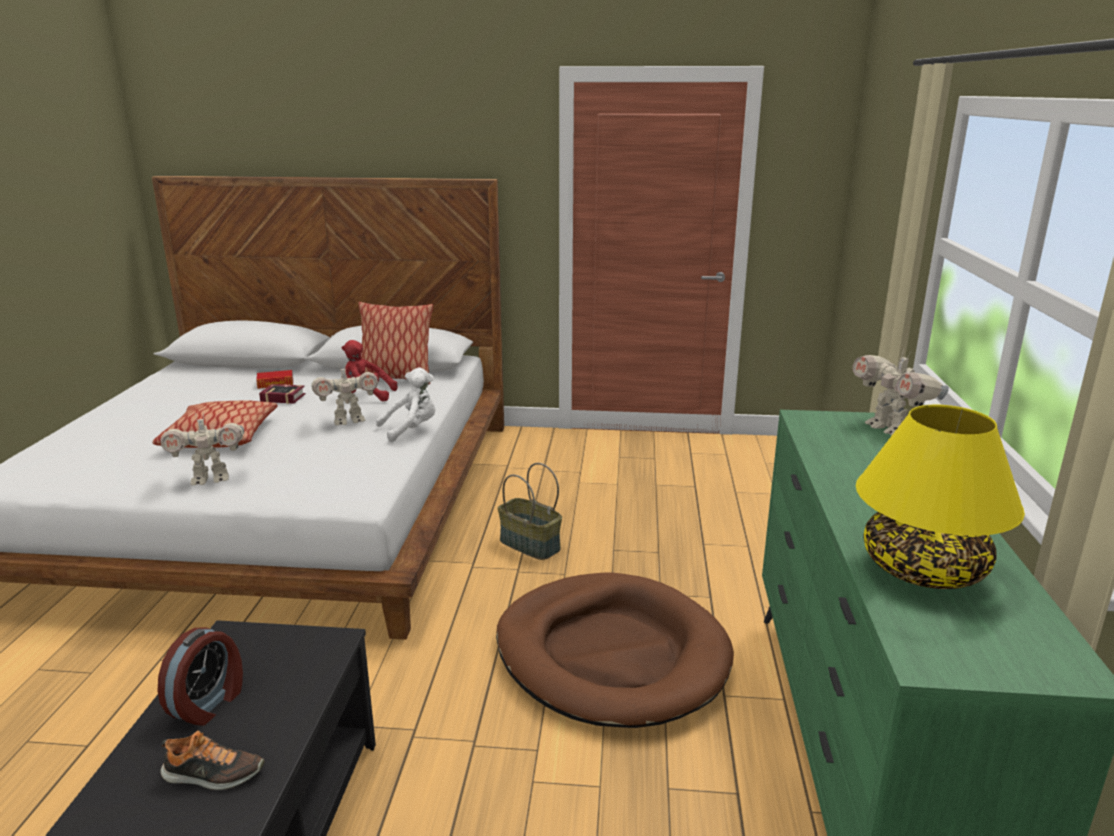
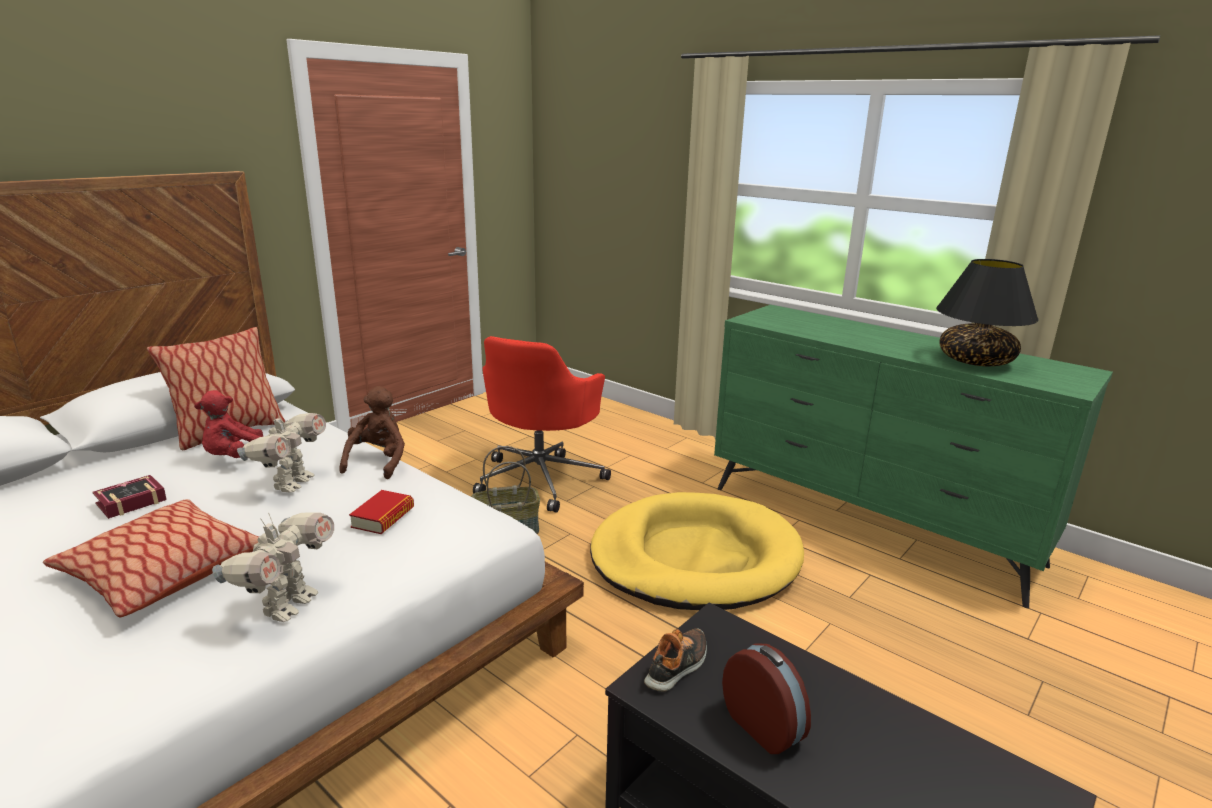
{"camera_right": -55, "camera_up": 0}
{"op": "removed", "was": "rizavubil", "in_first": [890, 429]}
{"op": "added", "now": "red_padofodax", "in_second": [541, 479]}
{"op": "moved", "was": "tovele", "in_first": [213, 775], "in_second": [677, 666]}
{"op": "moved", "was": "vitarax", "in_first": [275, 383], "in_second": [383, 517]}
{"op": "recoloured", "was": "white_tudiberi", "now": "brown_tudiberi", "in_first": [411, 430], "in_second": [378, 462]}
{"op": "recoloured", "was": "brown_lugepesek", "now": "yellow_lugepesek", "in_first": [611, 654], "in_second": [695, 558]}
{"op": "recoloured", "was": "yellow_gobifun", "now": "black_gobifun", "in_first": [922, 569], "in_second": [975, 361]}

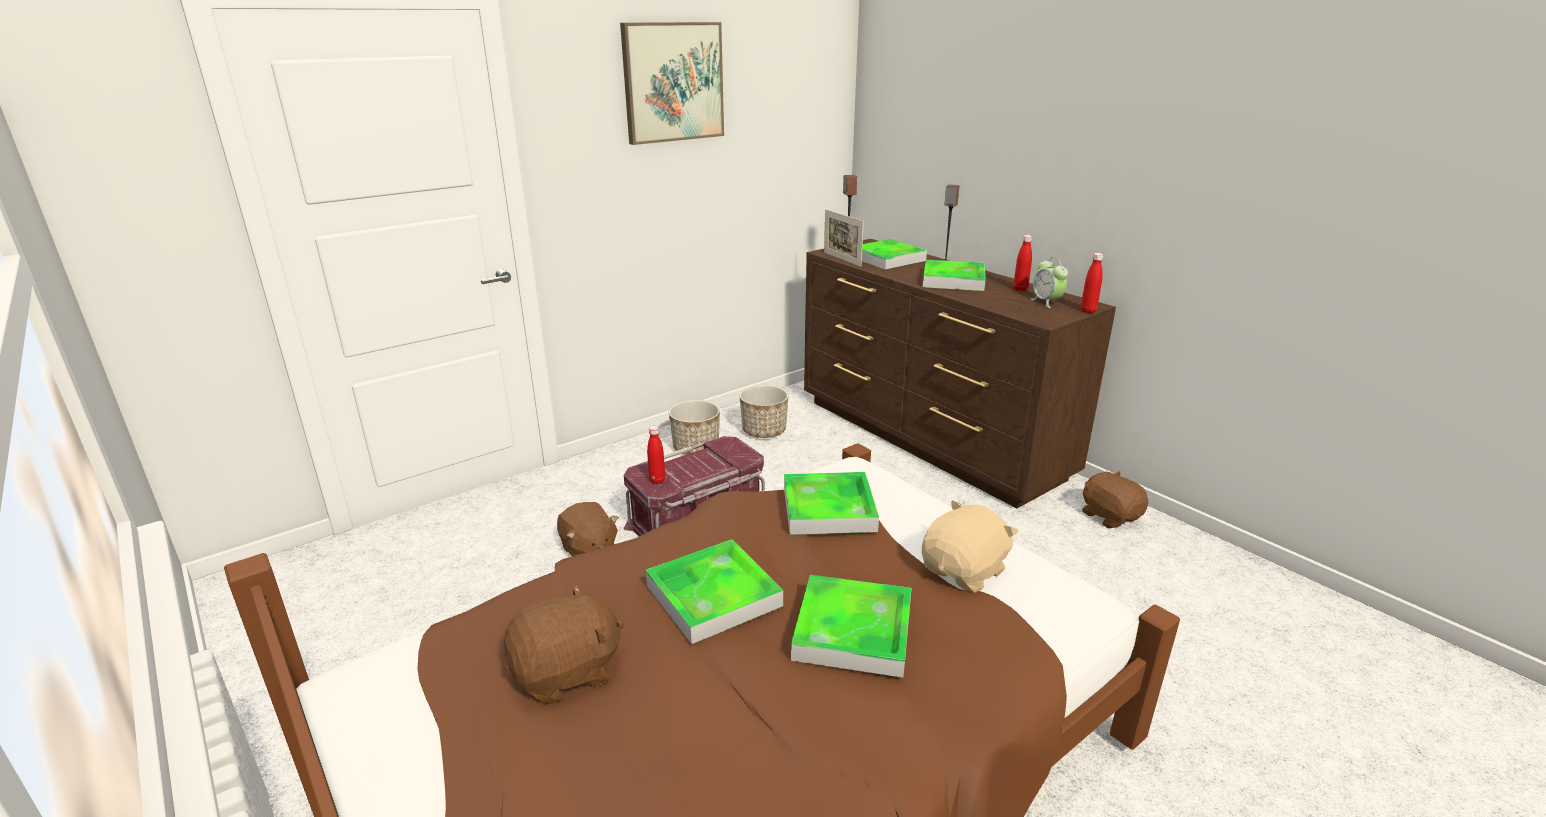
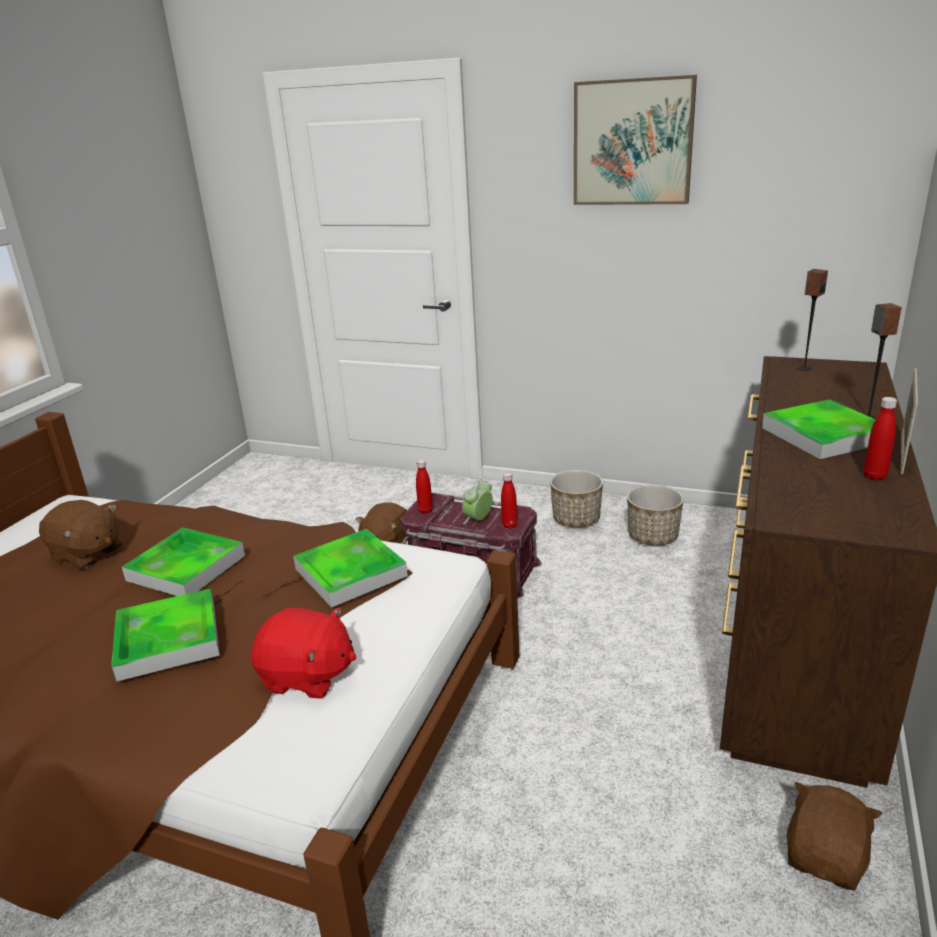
{"camera_right": 60, "camera_up": 0}
{"op": "removed", "was": "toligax", "in_first": [887, 258]}
{"op": "moved", "was": "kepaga", "in_first": [842, 259], "in_second": [902, 453]}
{"op": "moved", "was": "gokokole", "in_first": [1046, 302], "in_second": [478, 520]}
{"op": "moved", "was": "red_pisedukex", "in_first": [1088, 311], "in_second": [509, 525]}
{"op": "recoloured", "was": "beige_tudiberi", "now": "red_tudiberi", "in_first": [965, 571], "in_second": [307, 676]}

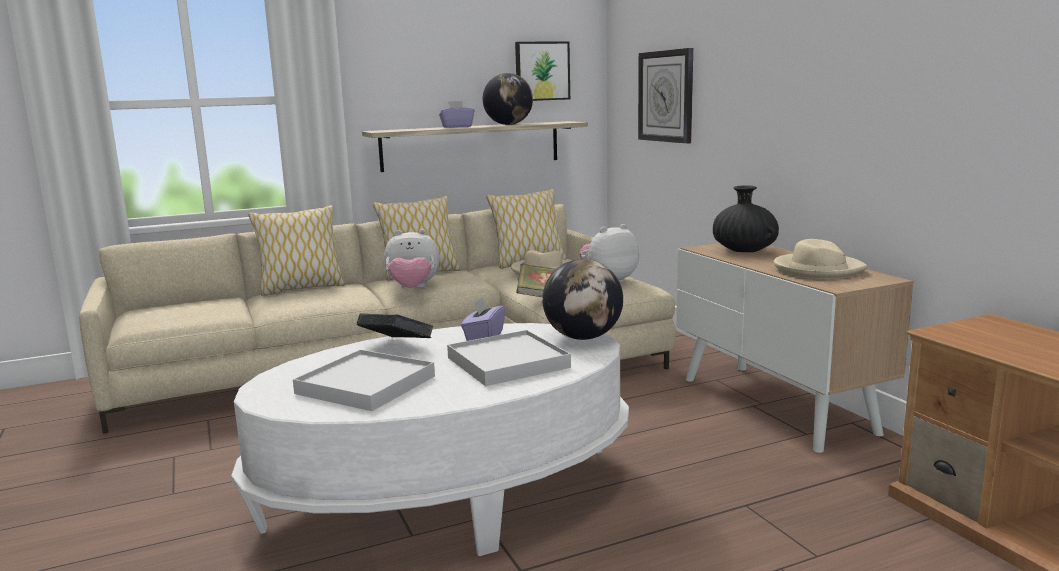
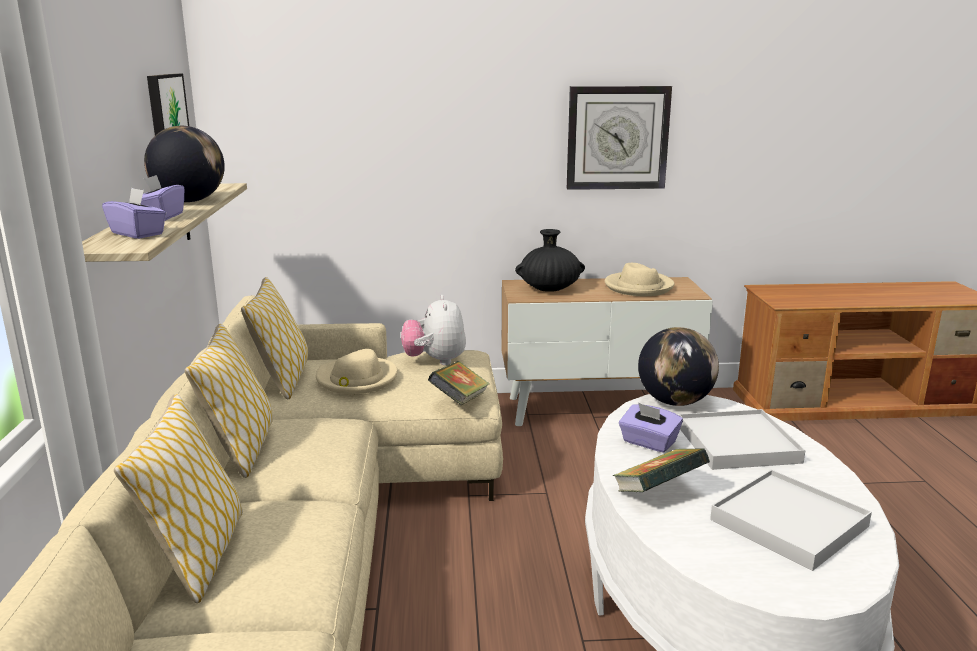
{"camera_right": -70, "camera_up": 5}
{"op": "removed", "was": "tudiberi", "in_first": [413, 289]}
{"op": "added", "now": "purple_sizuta", "in_second": [138, 234]}
{"op": "moved", "was": "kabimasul", "in_first": [666, 96], "in_second": [617, 138]}

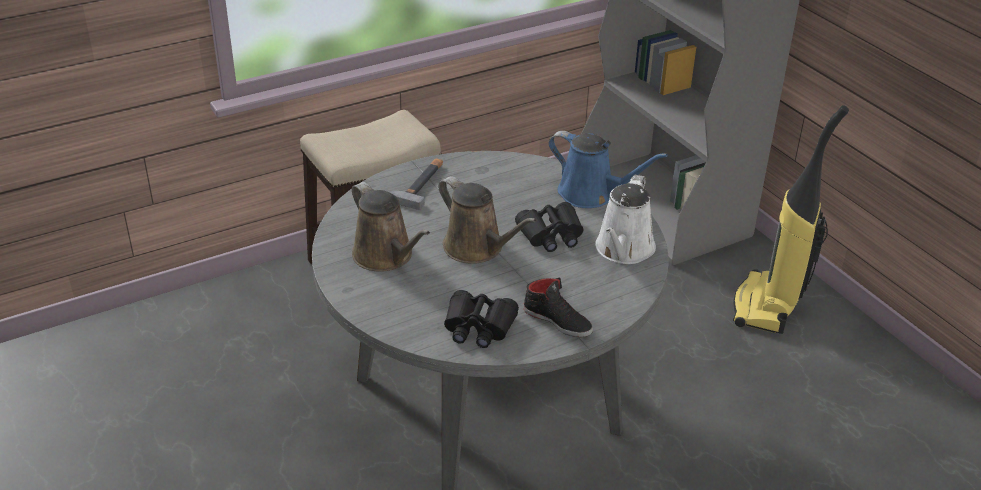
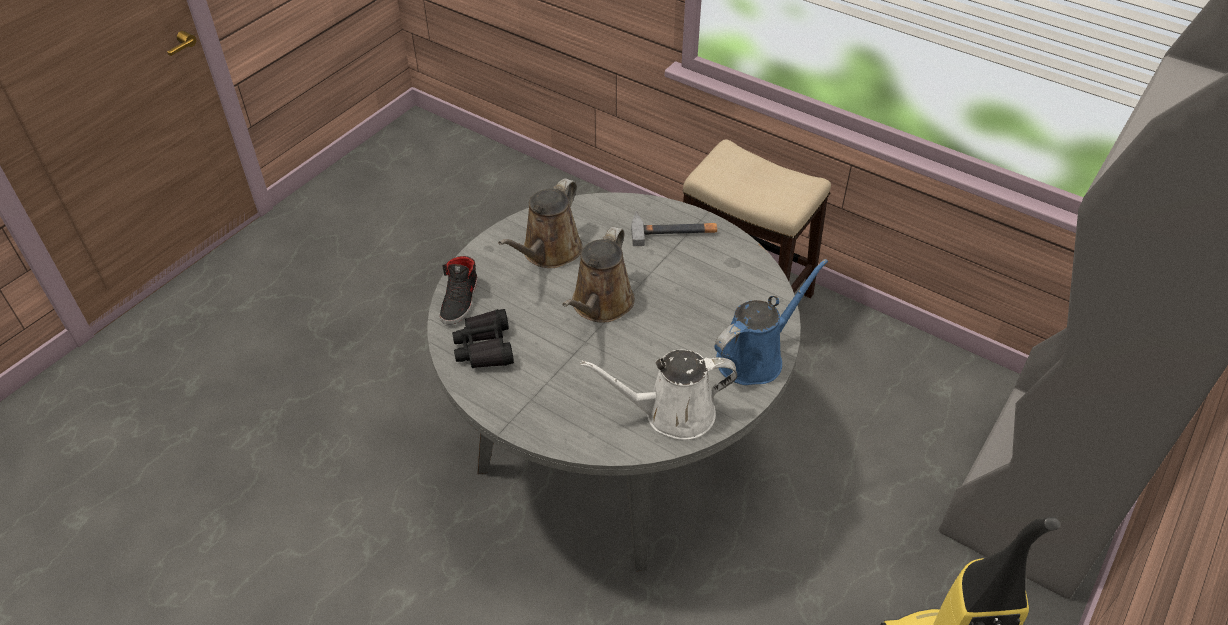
{"camera_right": 65, "camera_up": 10}
{"op": "removed", "was": "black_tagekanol", "in_first": [551, 235]}
{"op": "moved", "was": "black_tovele", "in_first": [558, 320], "in_second": [460, 300]}
{"op": "turned", "was": "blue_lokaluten", "in_first": [591, 194], "in_second": [755, 357], "clockwise": -135}

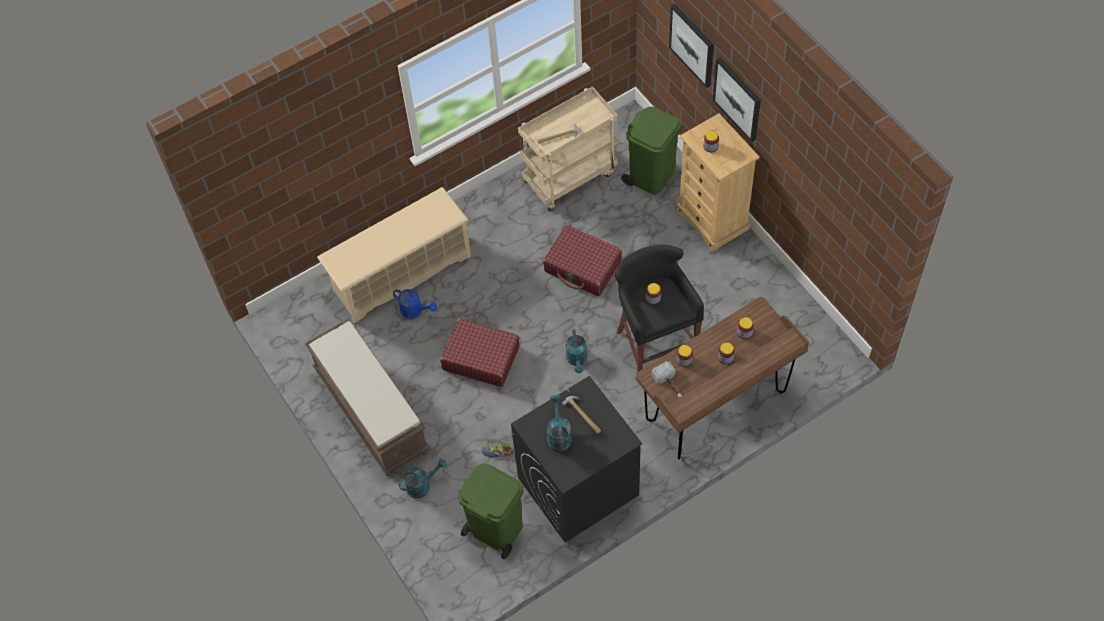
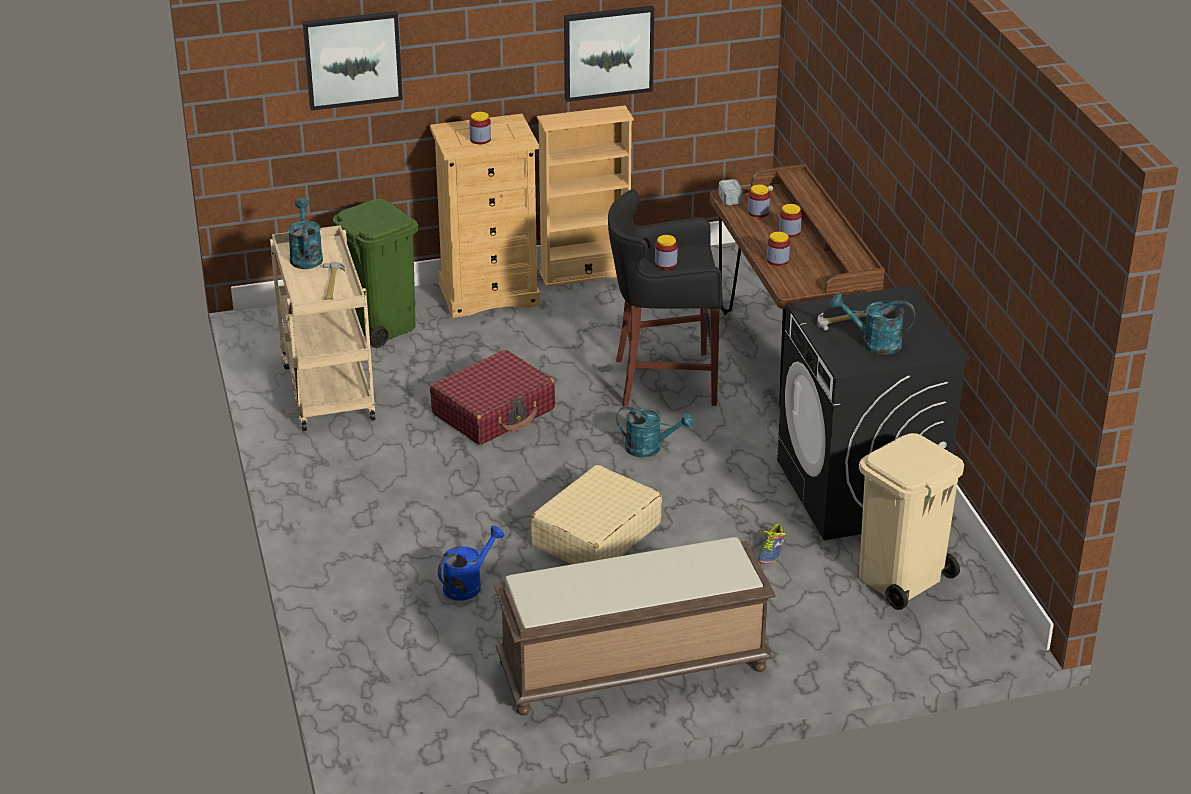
{"camera_right": -75, "camera_up": -25}
{"op": "removed", "was": "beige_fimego", "in_first": [401, 273]}
{"op": "added", "now": "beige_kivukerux", "in_second": [585, 273]}
{"op": "moved", "was": "turquoise_lokaluten", "in_first": [422, 485], "in_second": [305, 256]}
{"op": "moved", "was": "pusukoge", "in_first": [669, 384], "in_second": [746, 198]}
{"op": "moved", "was": "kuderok", "in_first": [738, 99], "in_second": [608, 52]}
{"op": "recoloured", "was": "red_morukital", "now": "beige_morukital", "in_first": [481, 358], "in_second": [595, 535]}
{"op": "recoloured", "was": "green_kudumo", "now": "beige_kudumo", "in_first": [495, 529], "in_second": [900, 578]}

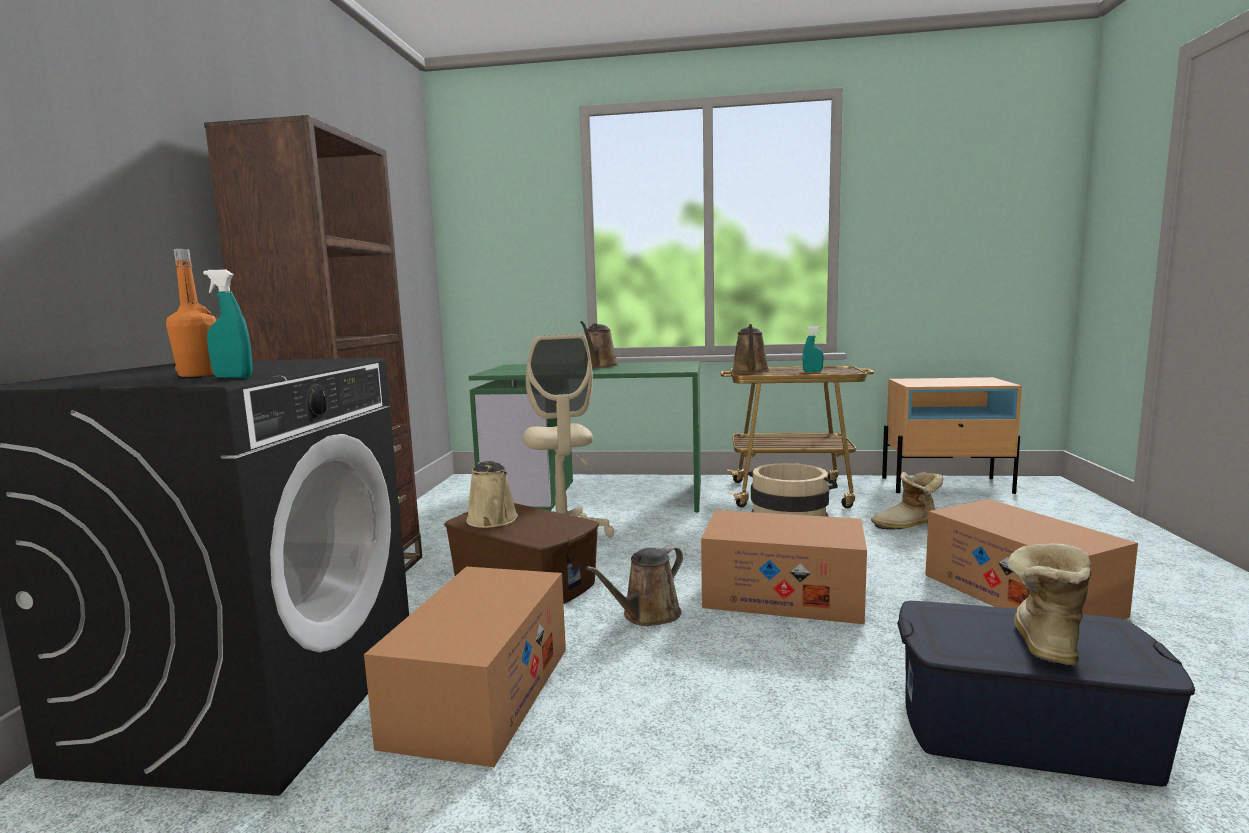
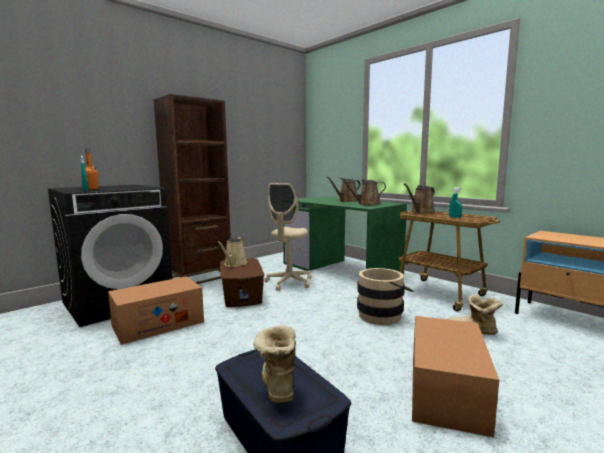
{"camera_right": 40, "camera_up": 0}
{"op": "removed", "was": "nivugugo", "in_first": [782, 595]}
{"op": "moved", "was": "brown_lokaluten", "in_first": [647, 615], "in_second": [366, 204]}
{"op": "turned", "was": "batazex", "in_first": [1043, 642], "in_second": [277, 386], "clockwise": -75}

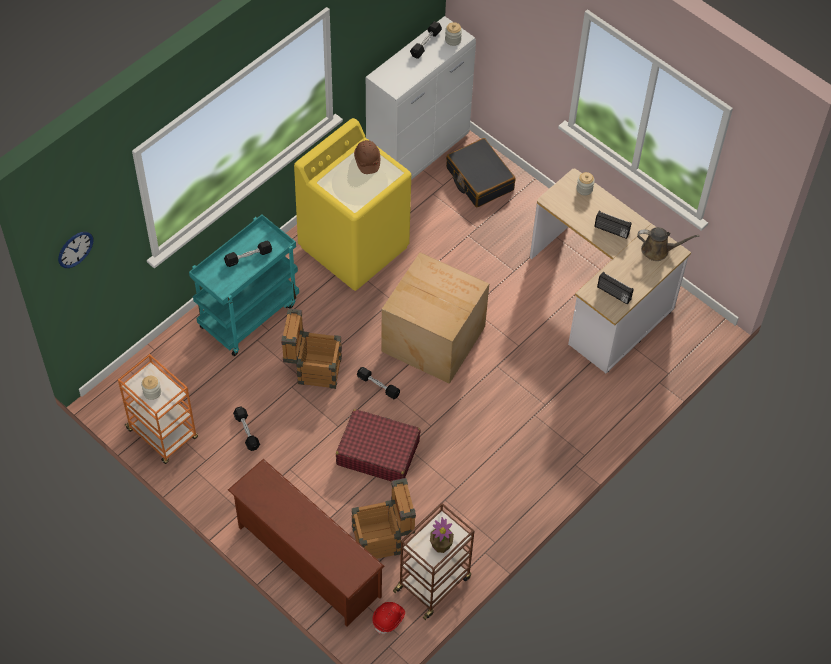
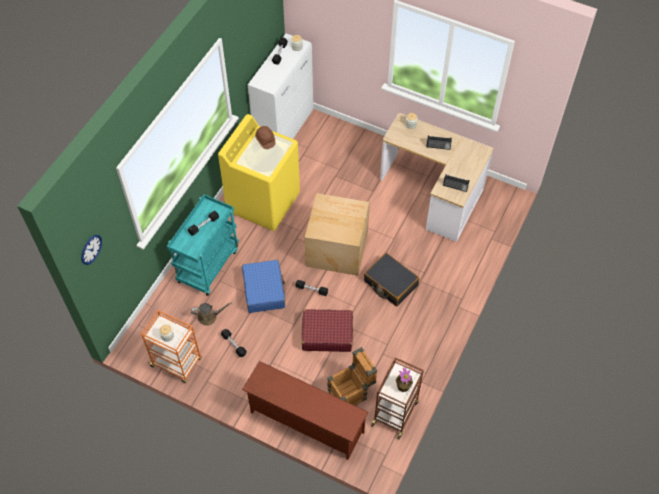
{"camera_right": -15, "camera_up": 0}
{"op": "removed", "was": "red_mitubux", "in_first": [388, 619]}
{"op": "moved", "was": "black_morukital", "in_first": [479, 179], "in_second": [390, 283]}
{"op": "moved", "was": "brown_lokaluten", "in_first": [658, 250], "in_second": [209, 317]}
{"op": "replaced", "was": "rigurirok", "now": "blue_morukital", "in_first": [313, 369], "in_second": [264, 290]}

